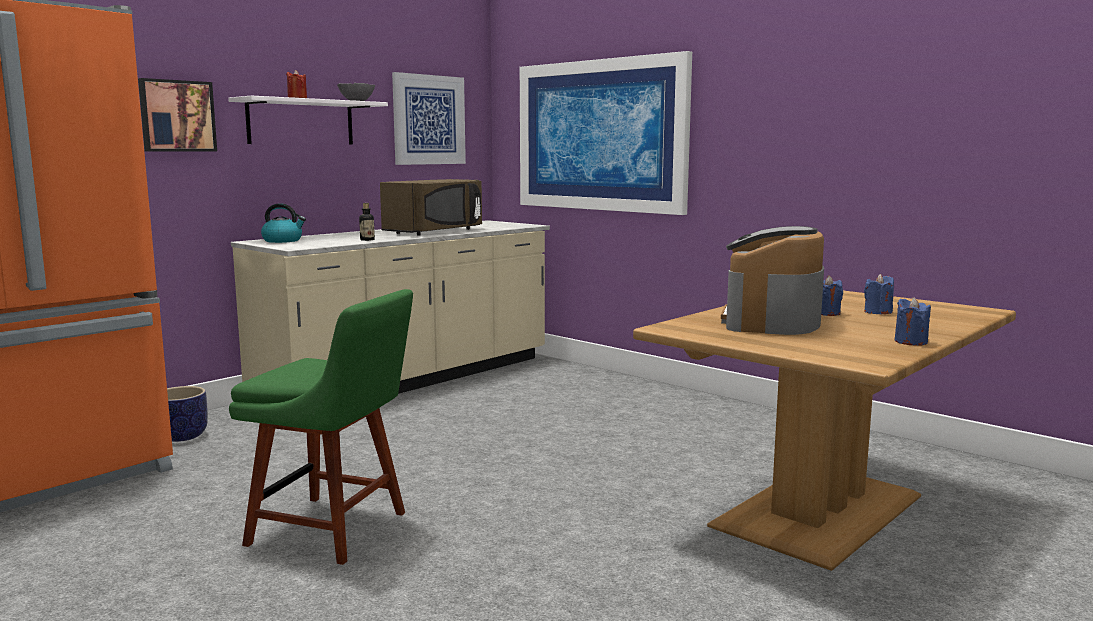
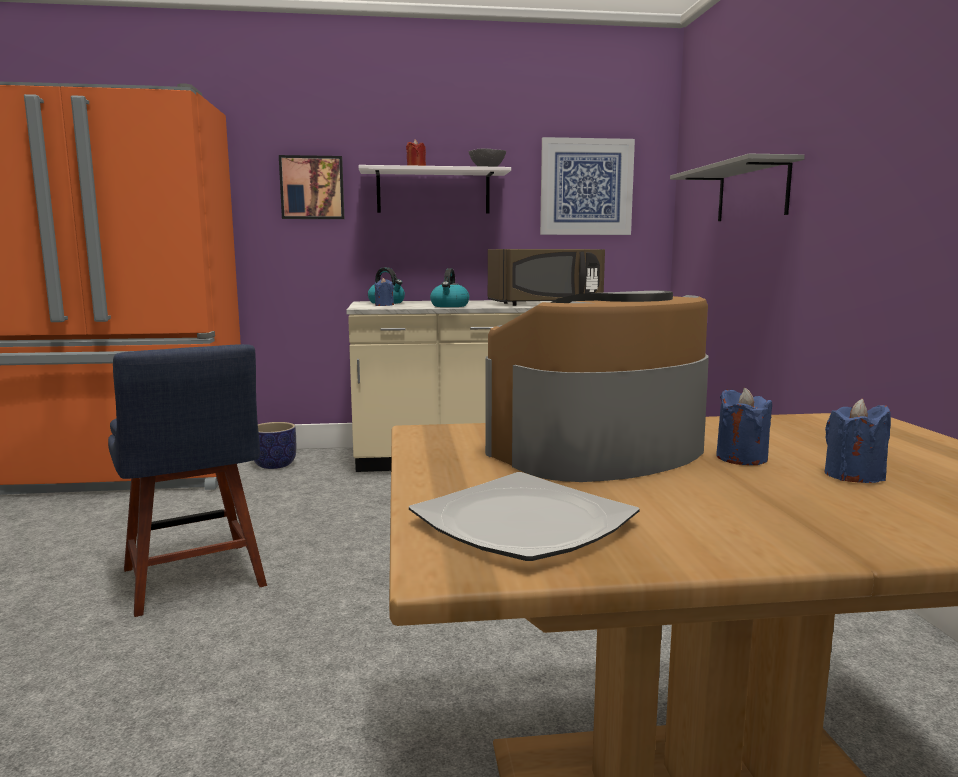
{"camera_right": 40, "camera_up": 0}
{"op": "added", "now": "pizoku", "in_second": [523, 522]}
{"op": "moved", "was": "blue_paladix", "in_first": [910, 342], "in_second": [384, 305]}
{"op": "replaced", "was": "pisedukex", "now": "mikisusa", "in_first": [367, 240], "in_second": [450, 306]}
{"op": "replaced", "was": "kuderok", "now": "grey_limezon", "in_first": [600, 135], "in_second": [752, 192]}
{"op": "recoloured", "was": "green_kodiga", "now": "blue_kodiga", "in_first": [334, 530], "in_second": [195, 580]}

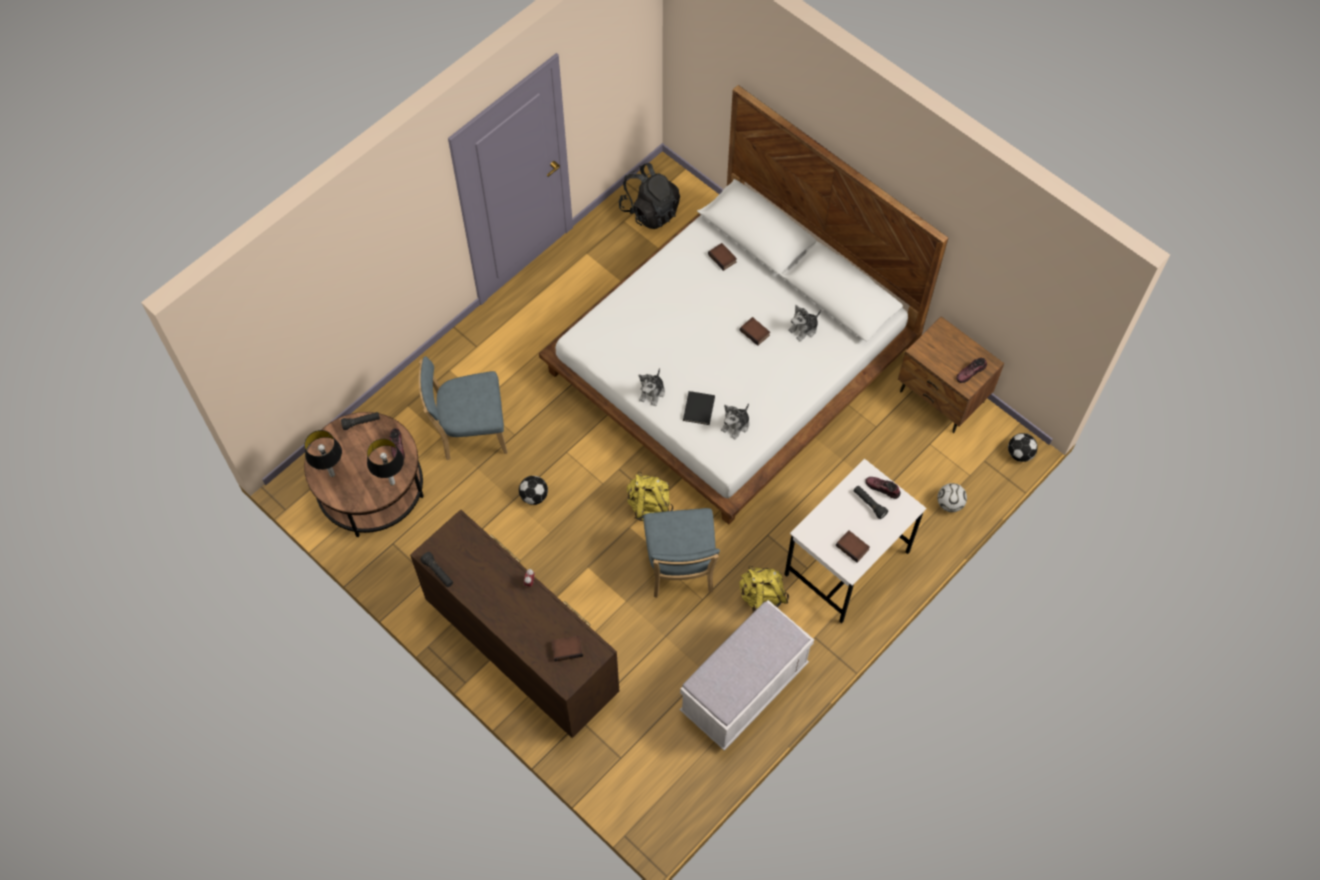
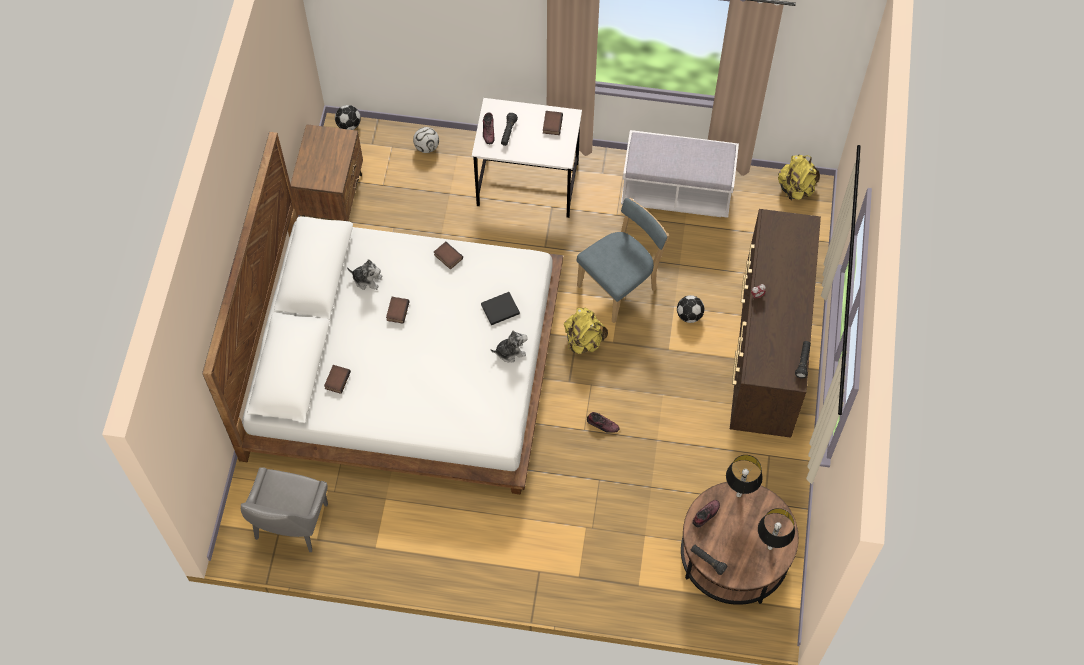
{"camera_right": -125, "camera_up": 0}
{"op": "removed", "was": "blue_kodiga", "in_first": [470, 432]}
{"op": "removed", "was": "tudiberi", "in_first": [736, 425]}
{"op": "moved", "was": "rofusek", "in_first": [534, 496], "in_second": [689, 316]}
{"op": "moved", "was": "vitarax", "in_first": [567, 648], "in_second": [447, 257]}
{"op": "moved", "was": "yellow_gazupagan", "in_first": [762, 596], "in_second": [795, 189]}
{"op": "moved", "was": "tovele", "in_first": [971, 372], "in_second": [602, 424]}
{"op": "replaced", "was": "black_gazupagan", "now": "grey_kodiga", "in_first": [650, 211], "in_second": [290, 524]}

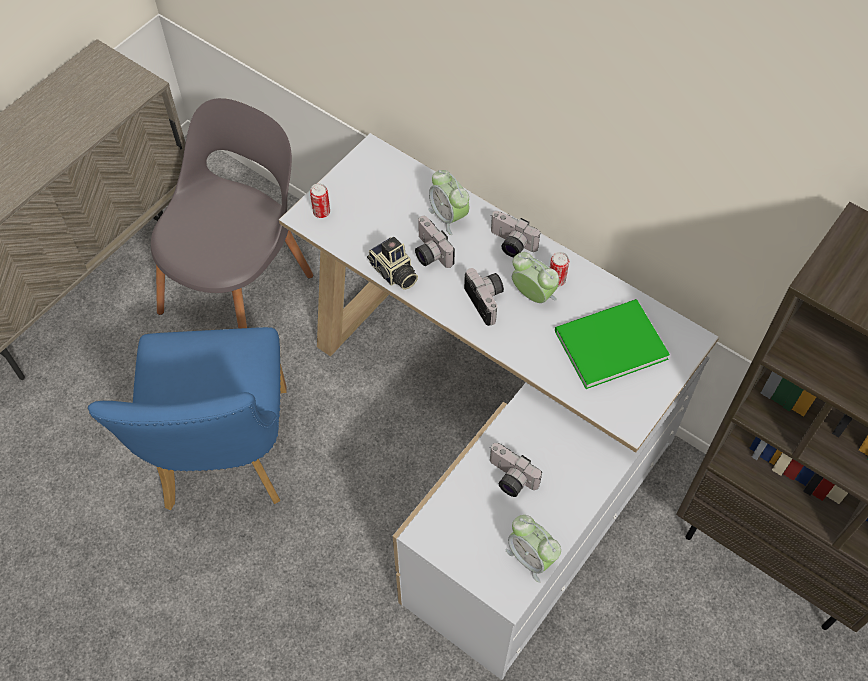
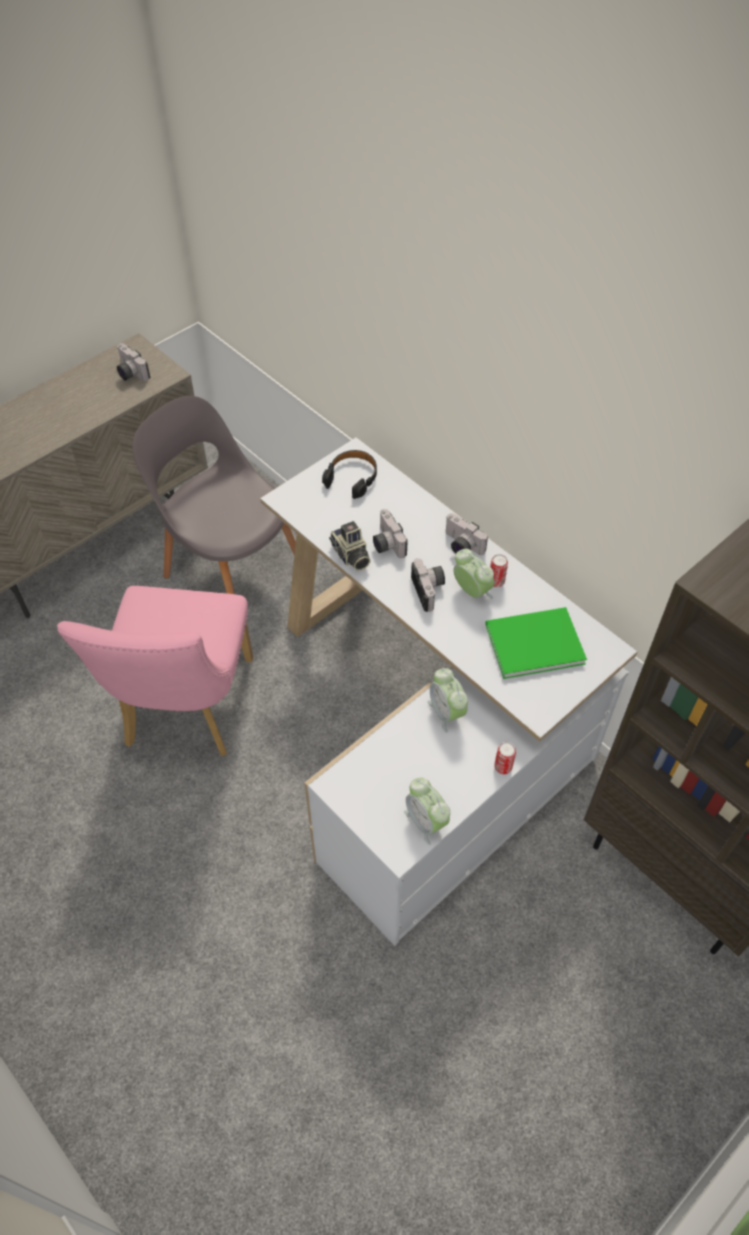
{"camera_right": 10, "camera_up": -5}
{"op": "added", "now": "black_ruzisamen", "in_second": [352, 477]}
{"op": "moved", "was": "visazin", "in_first": [321, 212], "in_second": [503, 767]}
{"op": "moved", "was": "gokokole", "in_first": [448, 216], "in_second": [446, 712]}
{"op": "moved", "was": "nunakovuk", "in_first": [509, 479], "in_second": [130, 373]}
{"op": "recoloured", "was": "blue_kodiga", "now": "pink_kodiga", "in_first": [224, 459], "in_second": [185, 711]}
{"op": "turned", "was": "grey_kodiga", "in_first": [240, 288], "in_second": [230, 568], "clockwise": -90}

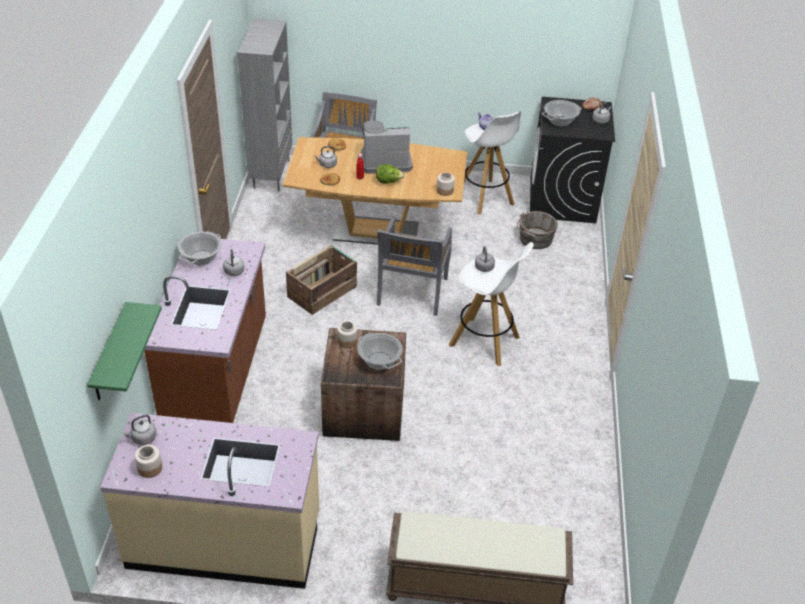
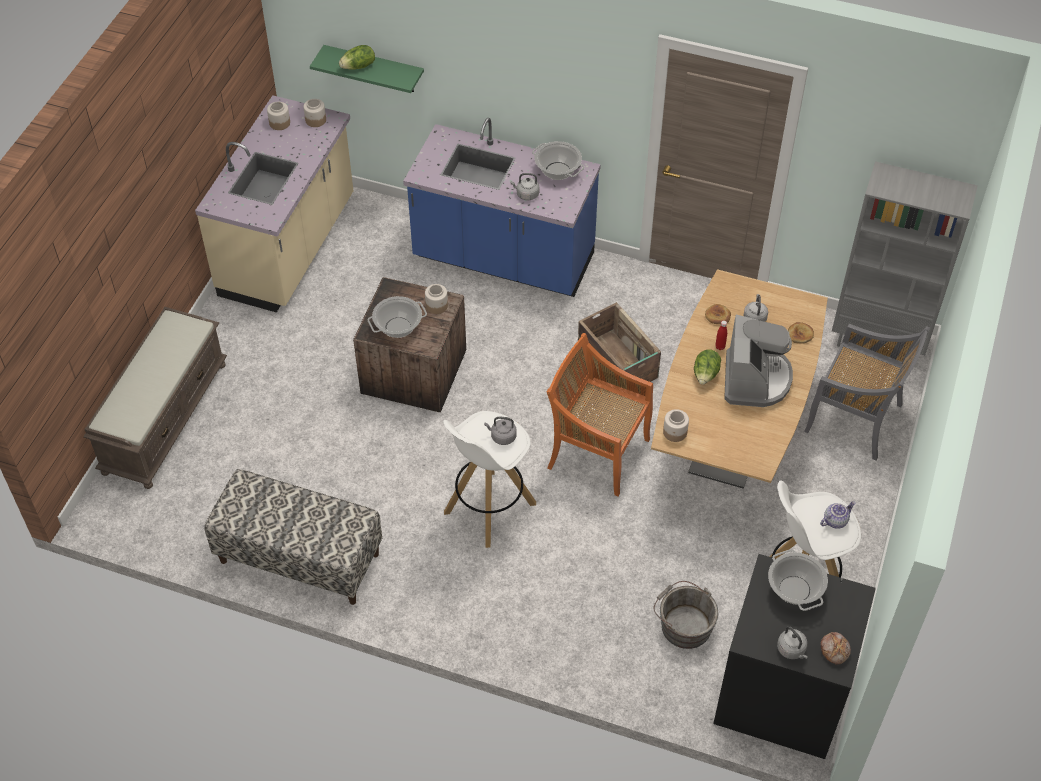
{"camera_right": 105, "camera_up": 10}
{"op": "added", "now": "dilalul", "in_second": [299, 558]}
{"op": "added", "now": "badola", "in_second": [359, 66]}
{"op": "replaced", "was": "grey_mikisusa", "now": "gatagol", "in_first": [143, 438], "in_second": [315, 120]}
{"op": "recoloured", "was": "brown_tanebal", "now": "blue_tanebal", "in_first": [218, 373], "in_second": [503, 259]}
{"op": "recoloured", "was": "grey_kodiga", "now": "orange_kodiga", "in_first": [412, 293], "in_second": [597, 452]}

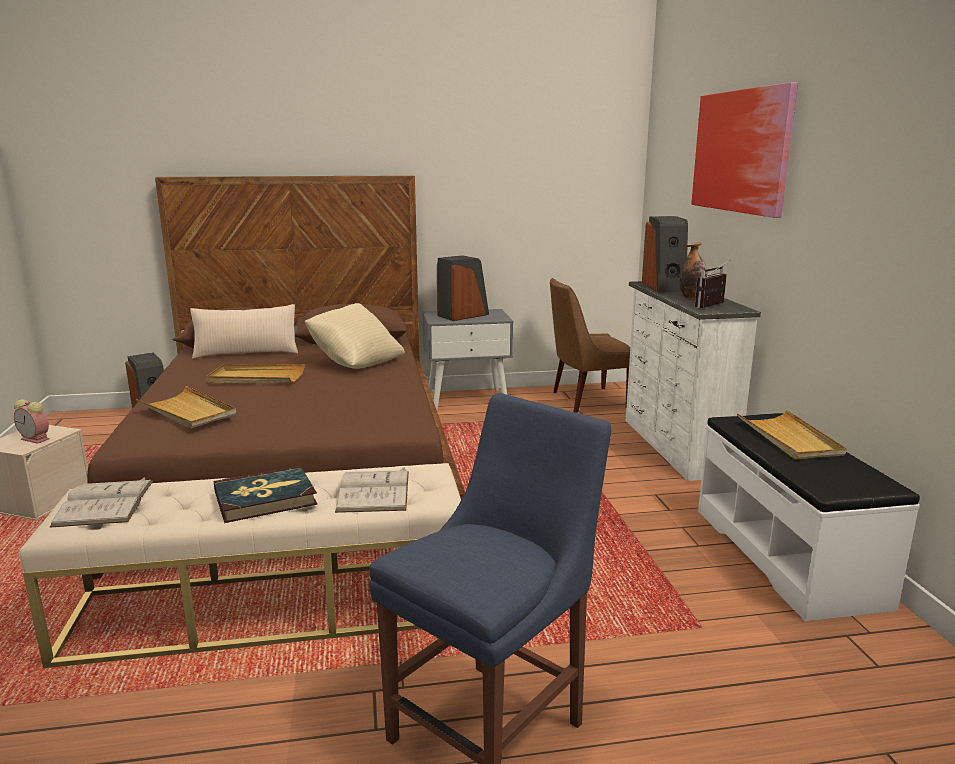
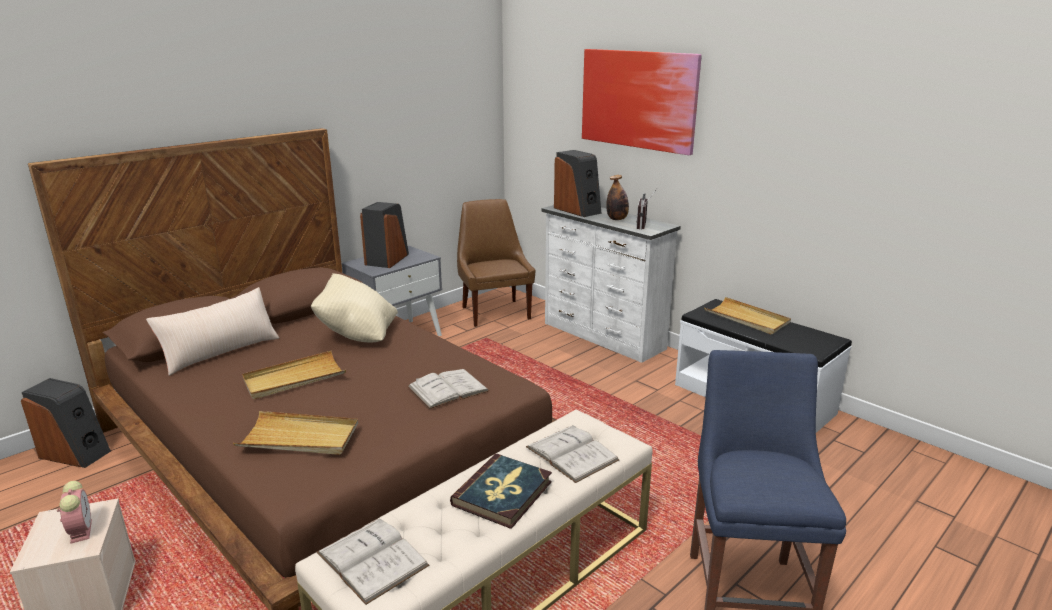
{"camera_right": -35, "camera_up": 5}
{"op": "added", "now": "white_vitarax", "in_second": [448, 389]}
{"op": "turned", "was": "gokokole", "in_first": [36, 439], "in_second": [80, 530], "clockwise": -105}
{"op": "turned", "was": "brown_kodiga", "in_first": [586, 400], "in_second": [495, 312], "clockwise": 120}

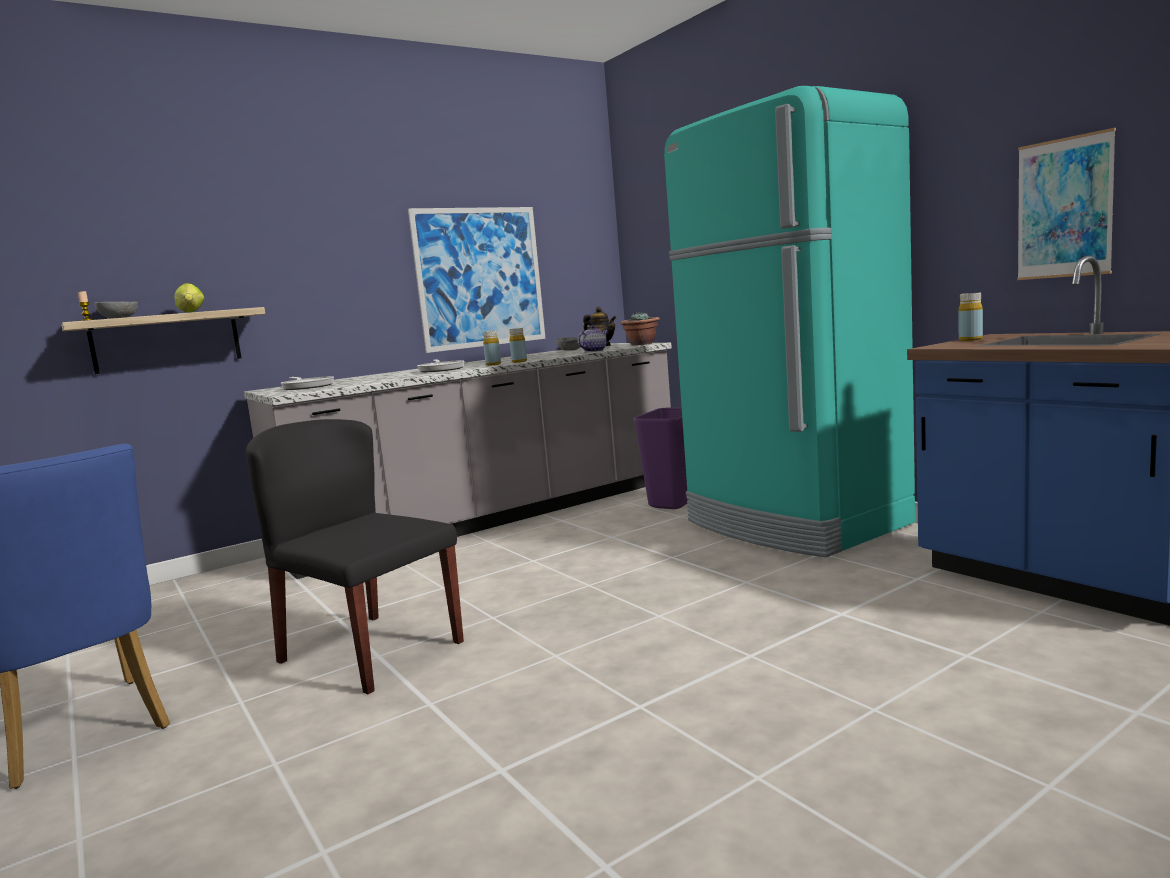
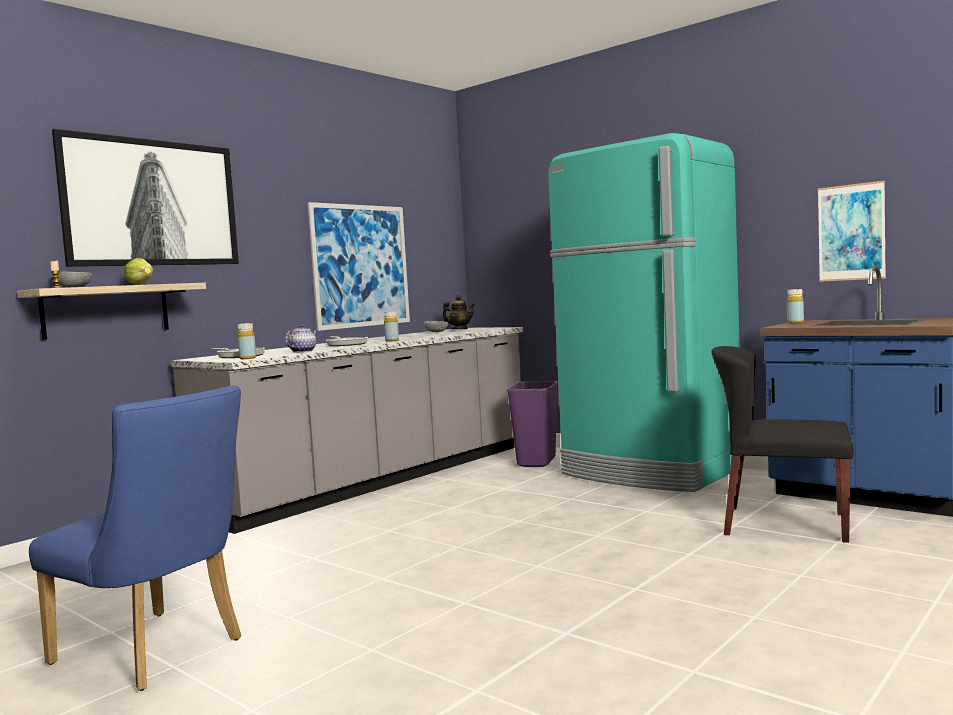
{"camera_right": -15, "camera_up": -5}
{"op": "removed", "was": "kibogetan", "in_first": [641, 344]}
{"op": "added", "now": "kuderok", "in_second": [151, 203]}
{"op": "moved", "was": "black_kodiga", "in_first": [369, 651], "in_second": [784, 524]}
{"op": "moved", "was": "yellow_pisedukex", "in_first": [519, 361], "in_second": [247, 358]}
{"op": "moved", "was": "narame", "in_first": [594, 351], "in_second": [303, 351]}

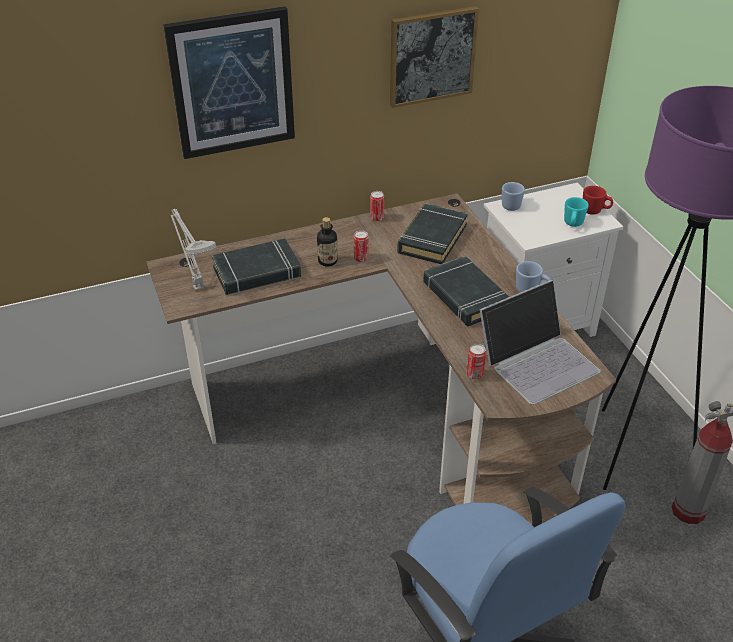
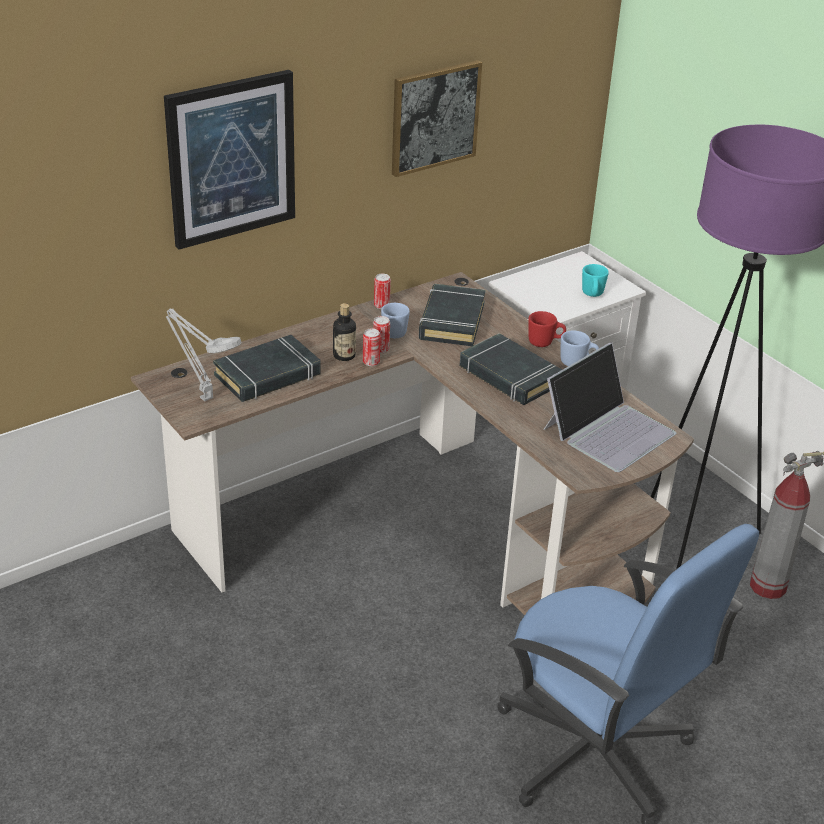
{"camera_right": -15, "camera_up": -5}
{"op": "moved", "was": "visazin", "in_first": [474, 374], "in_second": [371, 362]}
{"op": "moved", "was": "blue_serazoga", "in_first": [512, 205], "in_second": [396, 331]}
{"op": "moved", "was": "red_serazoga", "in_first": [595, 211], "in_second": [545, 343]}

